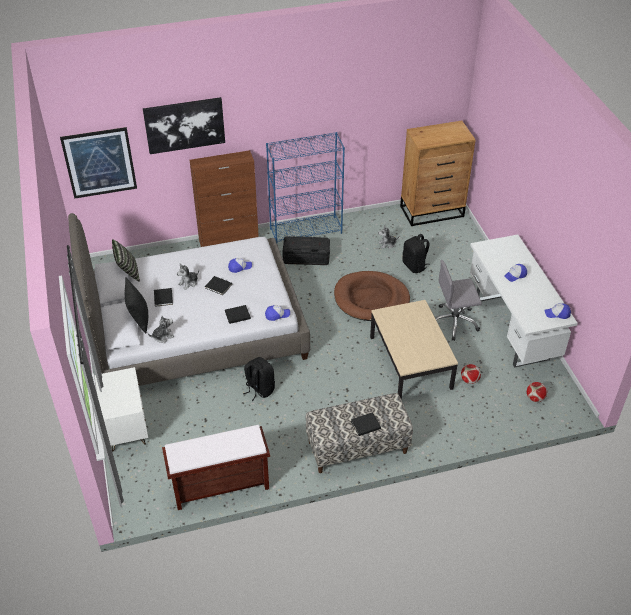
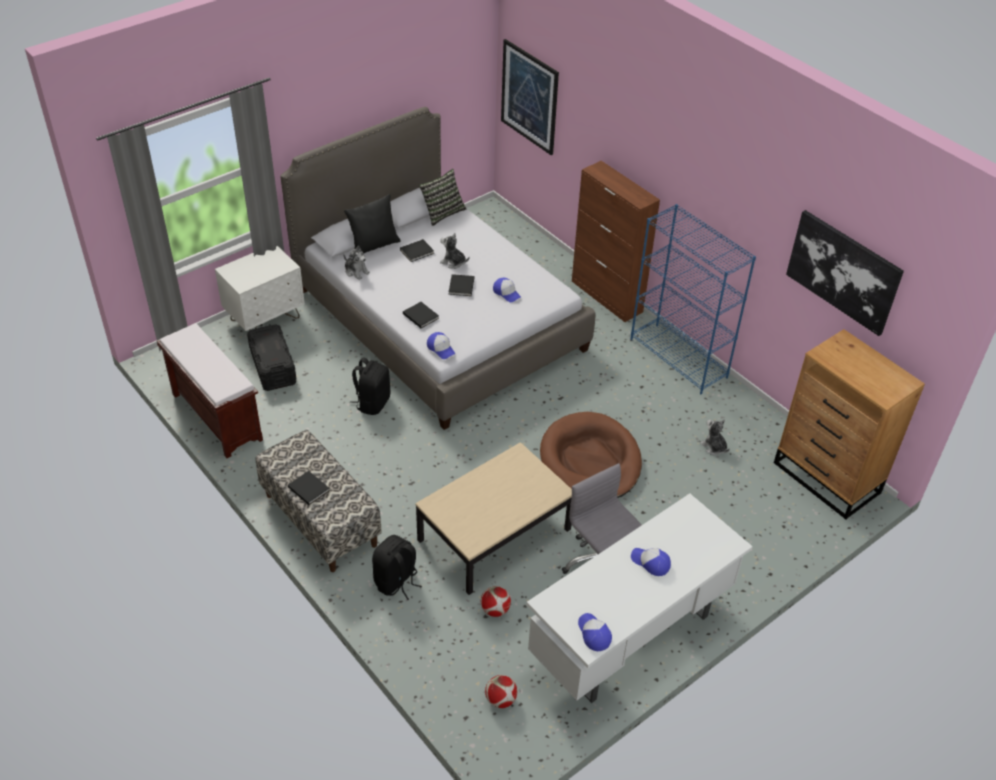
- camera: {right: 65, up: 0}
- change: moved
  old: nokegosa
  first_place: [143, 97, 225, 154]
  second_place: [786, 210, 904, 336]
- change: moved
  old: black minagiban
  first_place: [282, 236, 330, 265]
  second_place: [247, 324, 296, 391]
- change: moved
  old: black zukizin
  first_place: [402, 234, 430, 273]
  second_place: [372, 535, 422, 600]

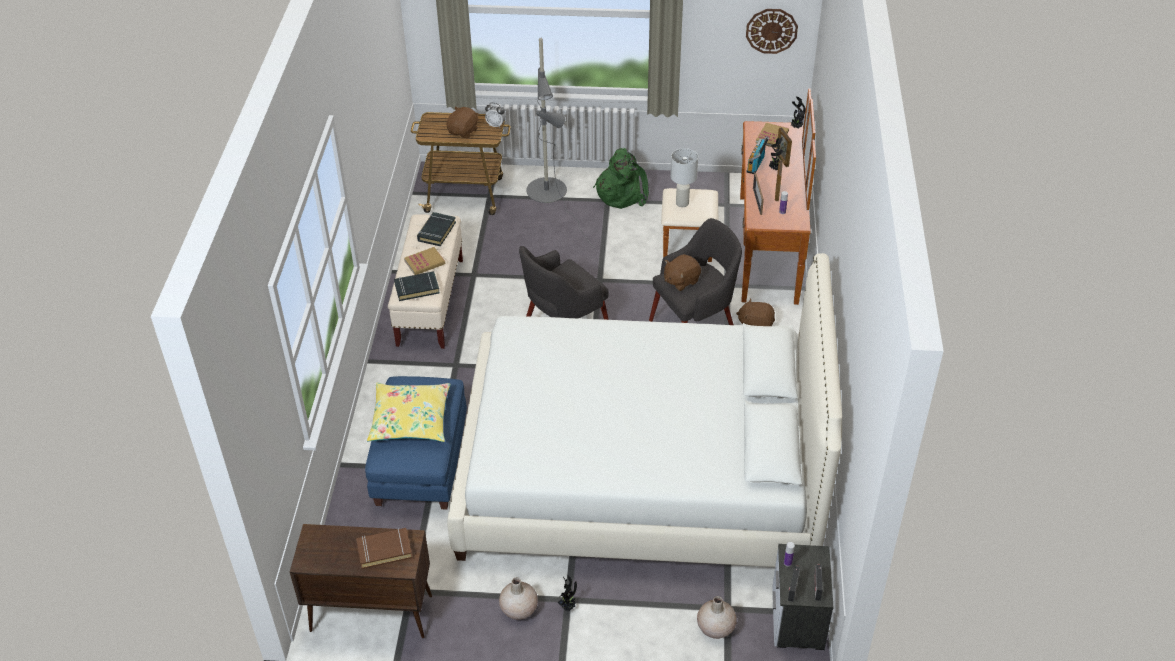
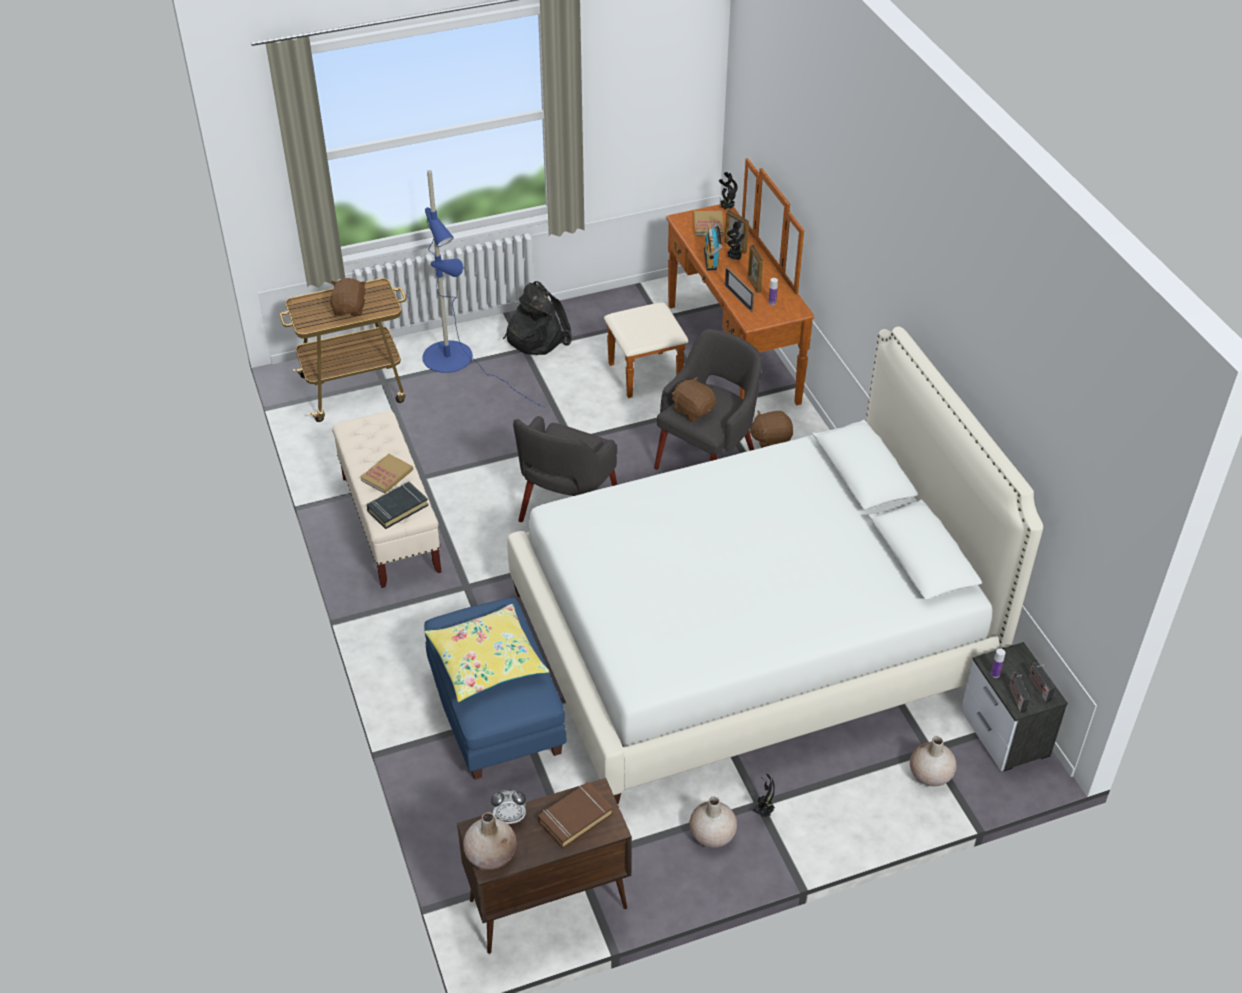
- camera: {right: -25, up: 0}
- change: removed
  old: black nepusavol
  first_place: [417, 212, 456, 246]
- change: removed
  old: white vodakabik
  first_place: [670, 148, 698, 207]
- change: removed
  old: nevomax
  first_place: [746, 9, 798, 54]
- change: added
  new: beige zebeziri
  second_place: [463, 812, 517, 870]
- change: moved
  old: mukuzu
  first_place: [485, 103, 506, 128]
  second_place: [491, 790, 526, 824]
- change: recoloured
  old: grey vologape
  new: blue vologape
  first_place: [526, 38, 595, 249]
  second_place: [423, 170, 545, 408]
- change: recoloured
  old: green zukizin
  new: black zukizin
  first_place: [593, 148, 649, 209]
  second_place: [503, 281, 572, 355]
- change: turned
  old: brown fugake
  first_place: [664, 254, 701, 291]
  second_place: [672, 377, 716, 422]
  degrees: 105

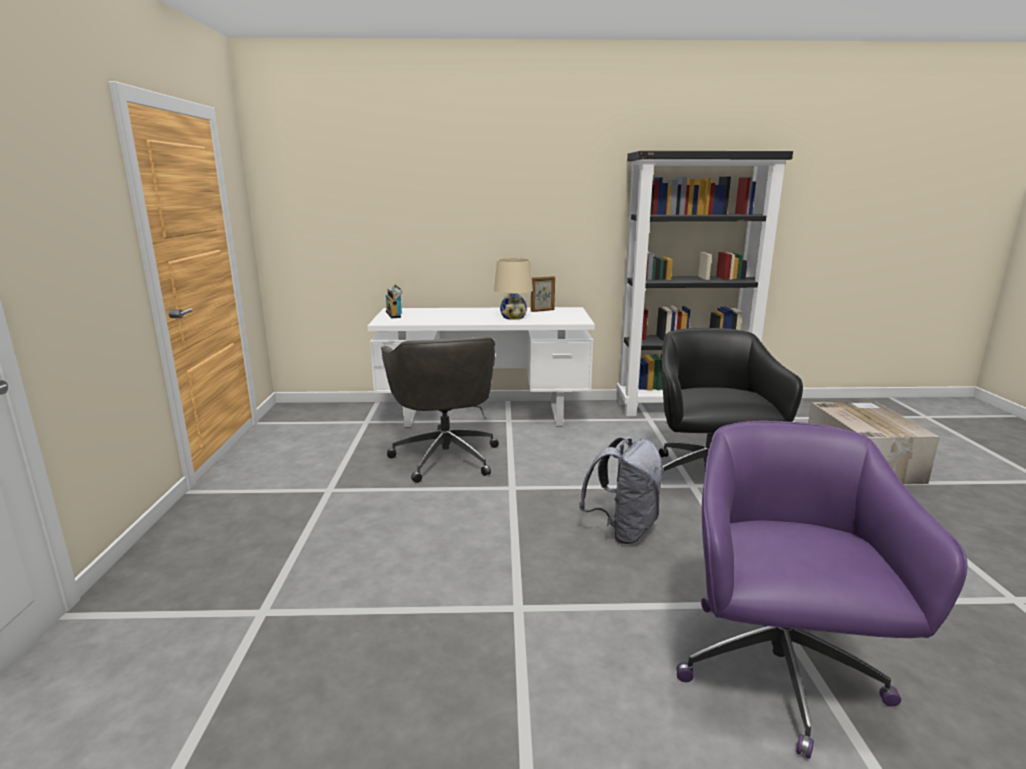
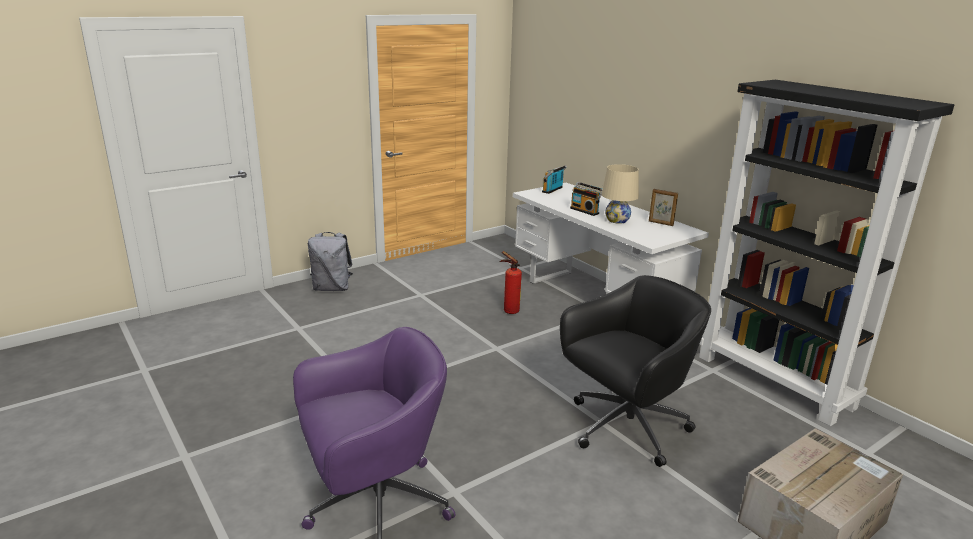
- camera: {right: 55, up: 5}
- change: added
  new: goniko
  second_place: [570, 182, 602, 216]
- change: moved
  old: grey zukizin
  first_place: [579, 437, 664, 544]
  second_place: [308, 232, 353, 291]
- change: replaced
  old: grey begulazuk
  new: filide
  first_place: [381, 336, 499, 483]
  second_place: [500, 251, 522, 314]

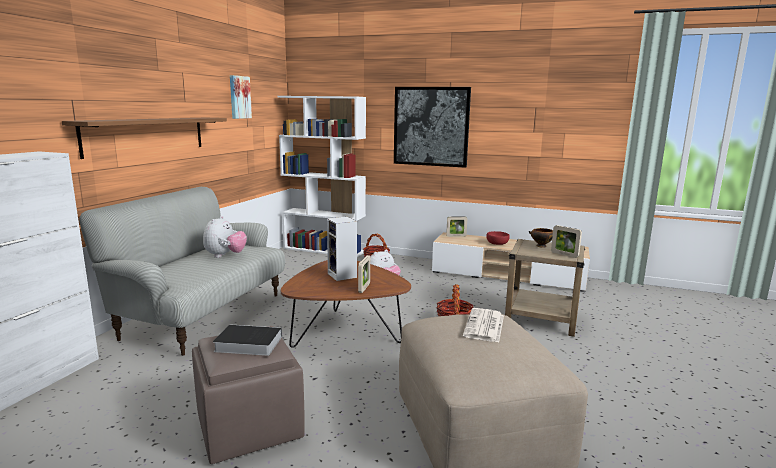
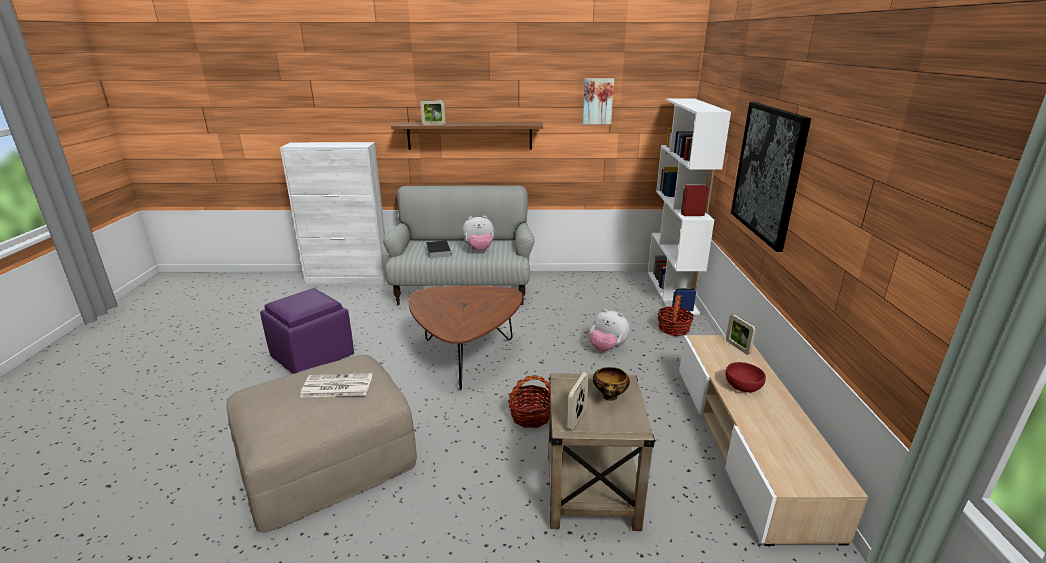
- camera: {right: 70, up: 10}
- change: removed
  old: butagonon
  first_place: [327, 217, 357, 281]
- change: moved
  old: nepusavol
  first_place: [213, 324, 282, 356]
  second_place: [426, 240, 452, 258]
- change: moved
  old: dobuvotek
  first_place: [358, 255, 370, 293]
  second_place: [420, 100, 446, 125]
- change: recoloured
  old: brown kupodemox
  new: purple kupodemox
  first_place: [192, 326, 305, 464]
  second_place: [260, 288, 354, 374]

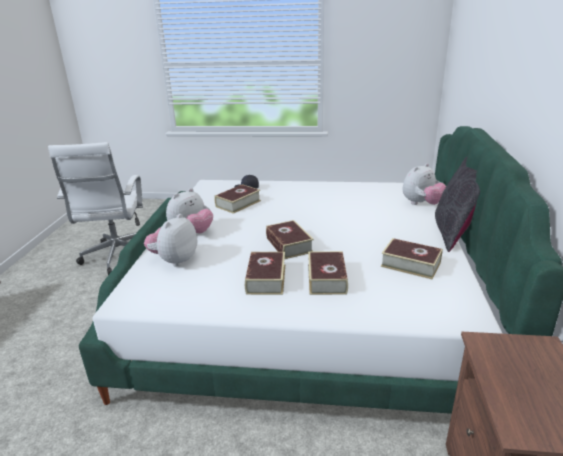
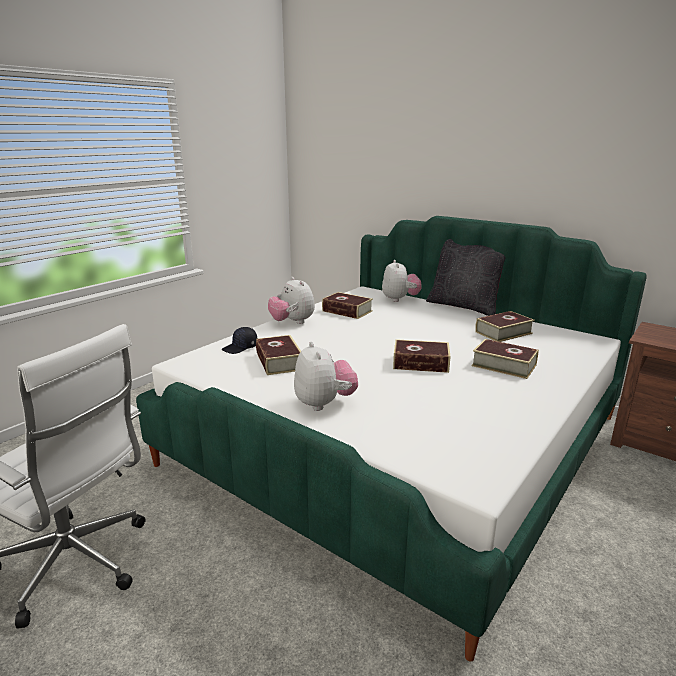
- camera: {right: -60, up: -5}
- change: moved
  old: fugake
  first_place: [144, 214, 197, 267]
  second_place: [268, 277, 315, 324]
- change: moved
  old: nepusavol
  first_place: [245, 252, 285, 295]
  second_place: [322, 292, 373, 319]

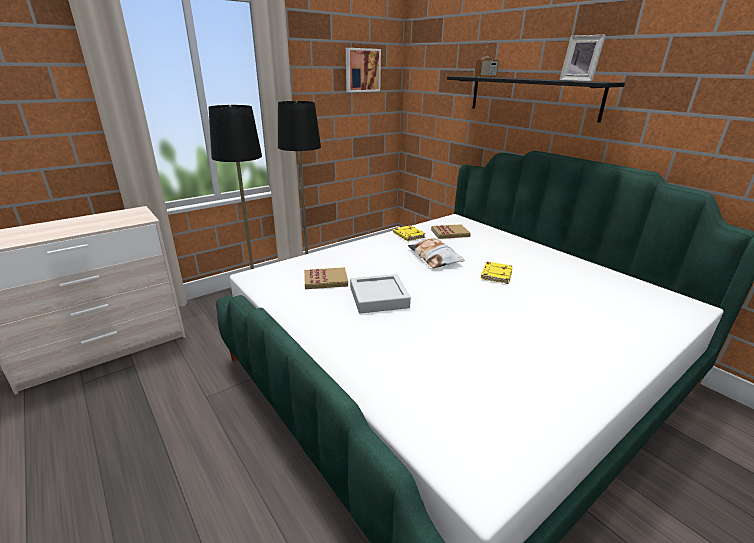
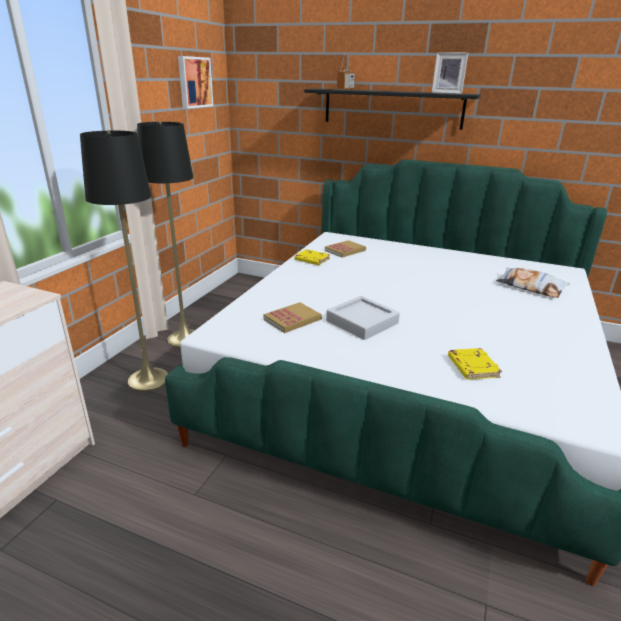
- camera: {right: -30, up: 0}
- change: moved
  old: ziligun
  first_place: [408, 238, 465, 268]
  second_place: [496, 268, 570, 298]
- change: moved
  old: yellow nepusavol
  first_place: [481, 262, 512, 284]
  second_place: [448, 348, 502, 380]

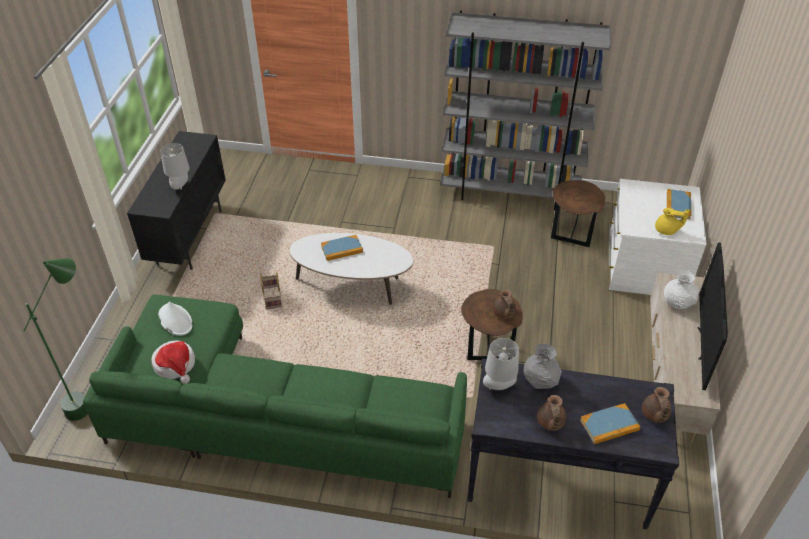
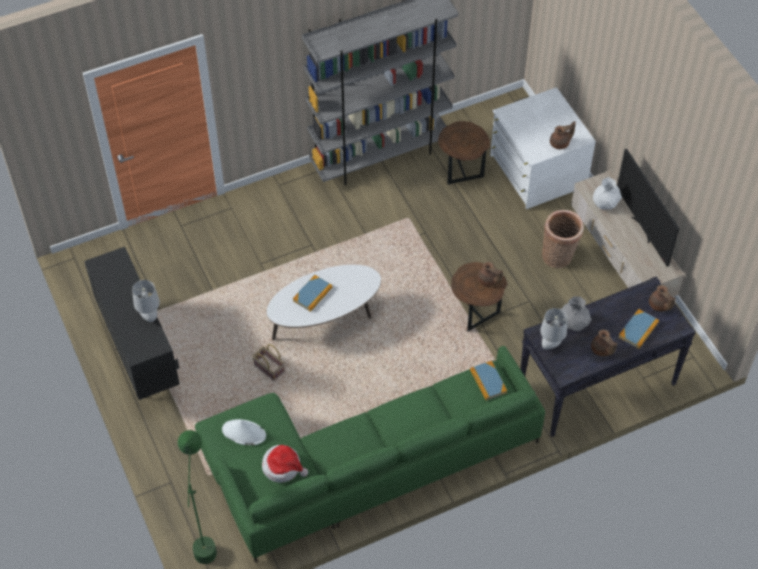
- camera: {right: -35, up: 10}
- change: added
  new: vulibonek
  second_place: [542, 210, 584, 268]
- change: moved
  old: nepusavol
  first_place: [667, 189, 691, 219]
  second_place: [470, 361, 507, 400]
- change: recoloured
  old: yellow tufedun
  new: brown tufedun
  first_place: [655, 208, 690, 235]
  second_place: [550, 121, 576, 149]

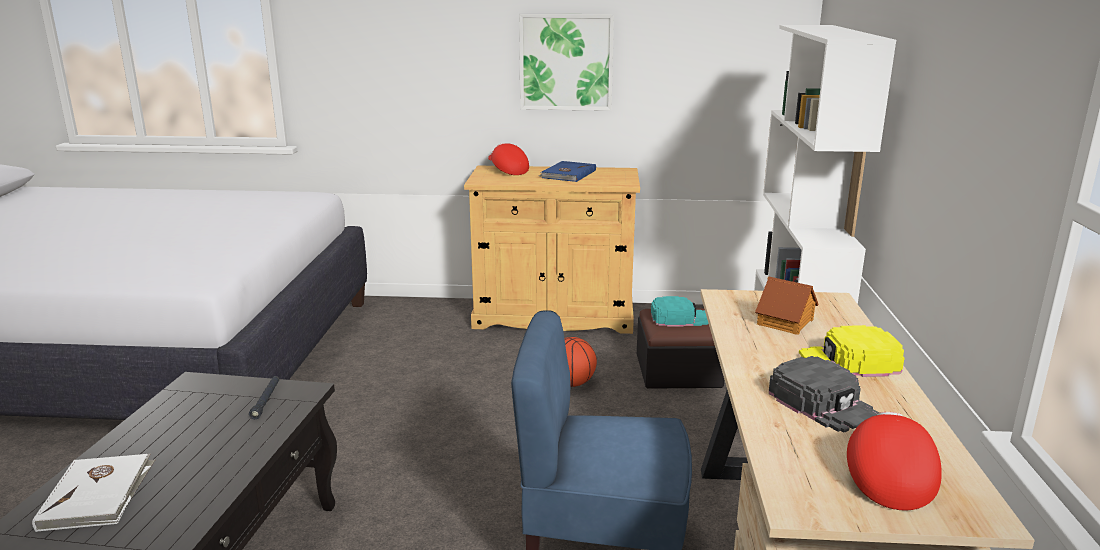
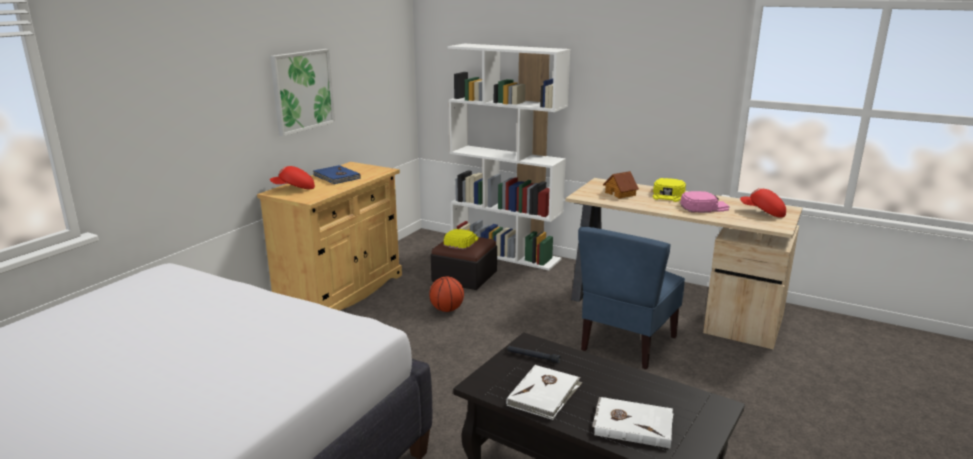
- camera: {right: -65, up: 0}
- change: added
  new: white nepusavol
  second_place: [506, 365, 583, 420]
- change: recoloured
  old: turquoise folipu
  new: yellow folipu
  first_place: [651, 296, 709, 327]
  second_place: [444, 229, 479, 250]
- change: recoloured
  old: black folipu
  new: pink folipu
  first_place: [769, 356, 879, 433]
  second_place: [680, 191, 730, 213]

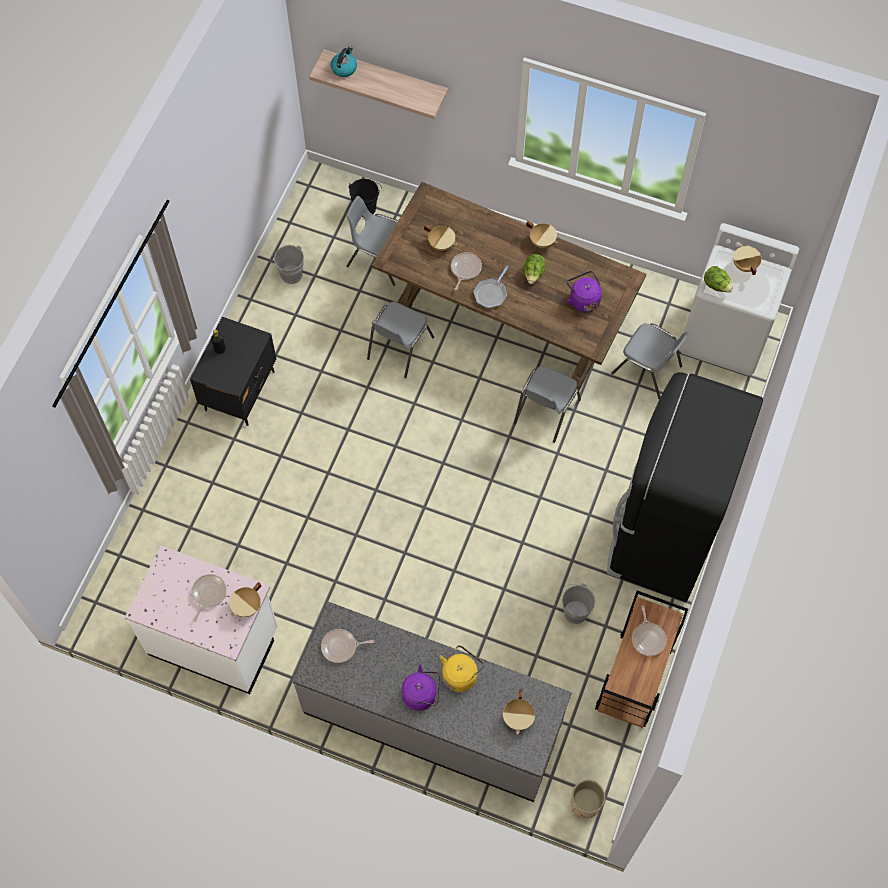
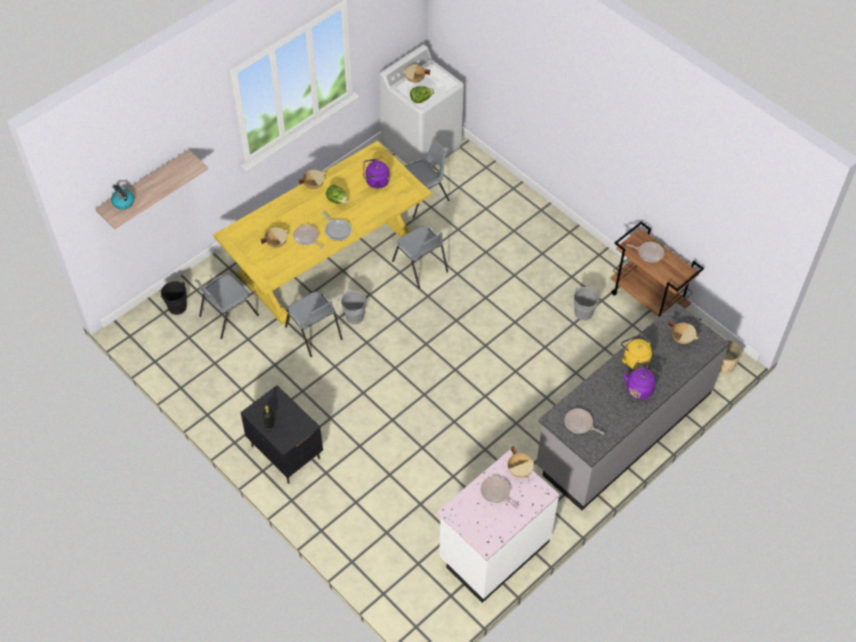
- camera: {right: -65, up: -10}
- change: removed
  old: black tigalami
  first_place: [607, 372, 763, 602]
- change: moved
  old: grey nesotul
  first_place: [270, 245, 304, 284]
  second_place: [337, 289, 367, 324]
- change: recoloured
  old: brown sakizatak
  new: yellow sakizatak
  first_place: [372, 182, 646, 390]
  second_place: [213, 141, 432, 325]
- change: turned
  old: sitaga
  first_place: [321, 629, 374, 663]
  second_place: [564, 408, 604, 435]
  degrees: 105

